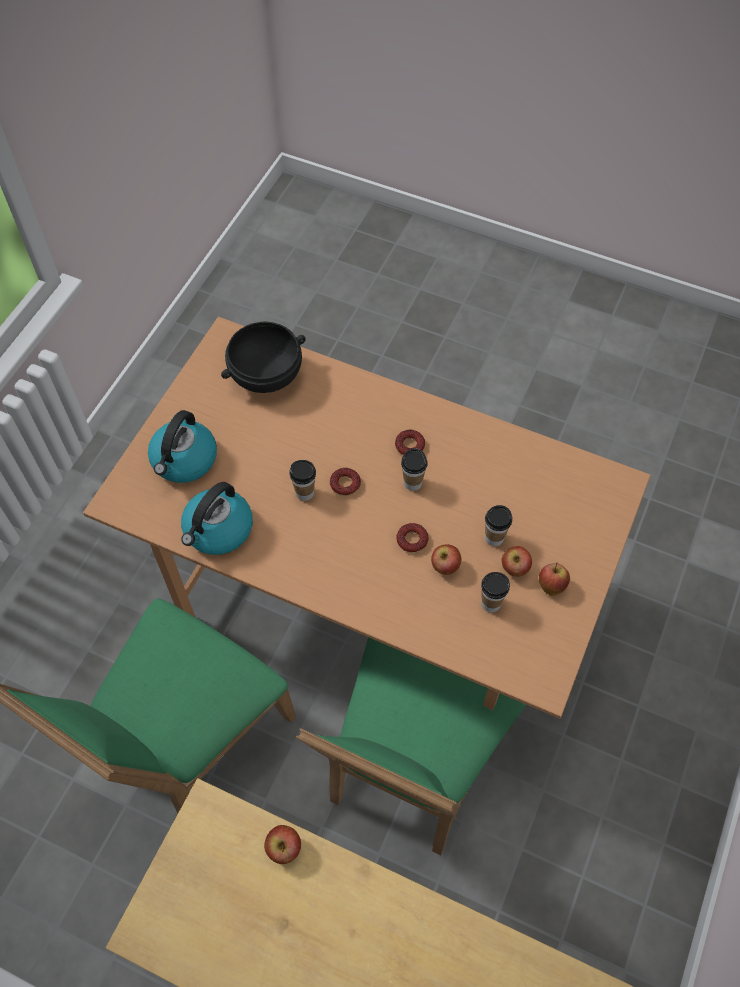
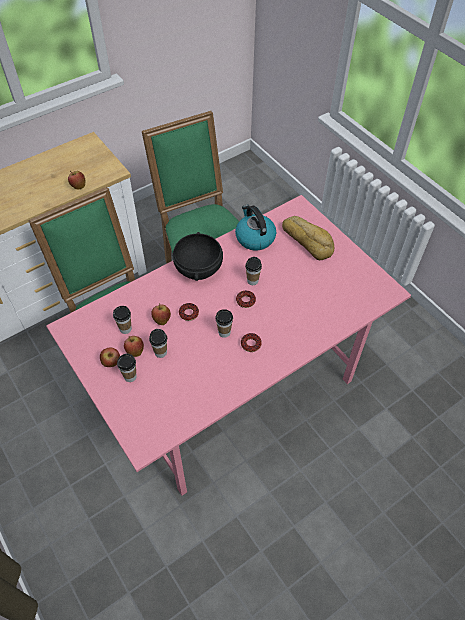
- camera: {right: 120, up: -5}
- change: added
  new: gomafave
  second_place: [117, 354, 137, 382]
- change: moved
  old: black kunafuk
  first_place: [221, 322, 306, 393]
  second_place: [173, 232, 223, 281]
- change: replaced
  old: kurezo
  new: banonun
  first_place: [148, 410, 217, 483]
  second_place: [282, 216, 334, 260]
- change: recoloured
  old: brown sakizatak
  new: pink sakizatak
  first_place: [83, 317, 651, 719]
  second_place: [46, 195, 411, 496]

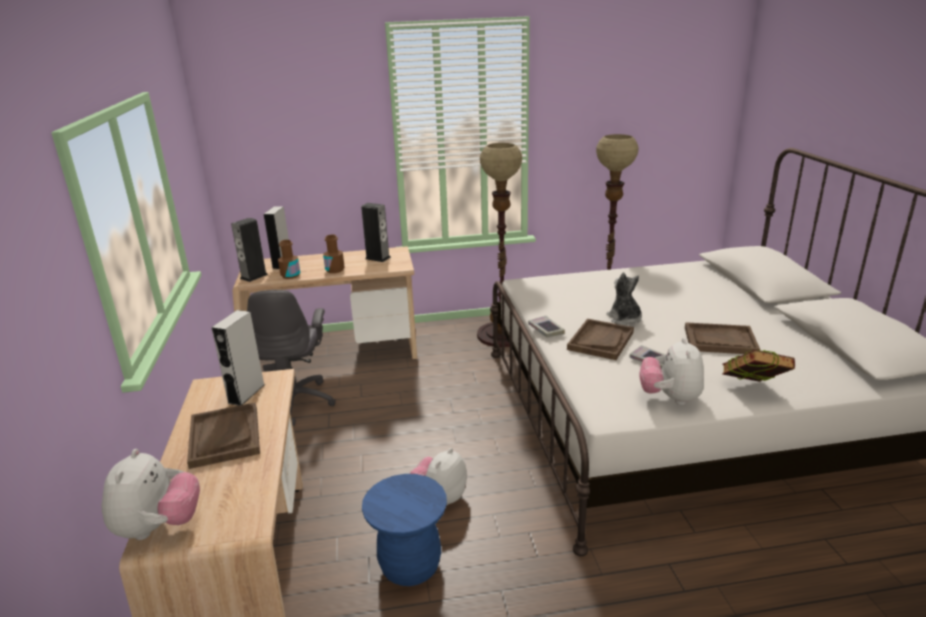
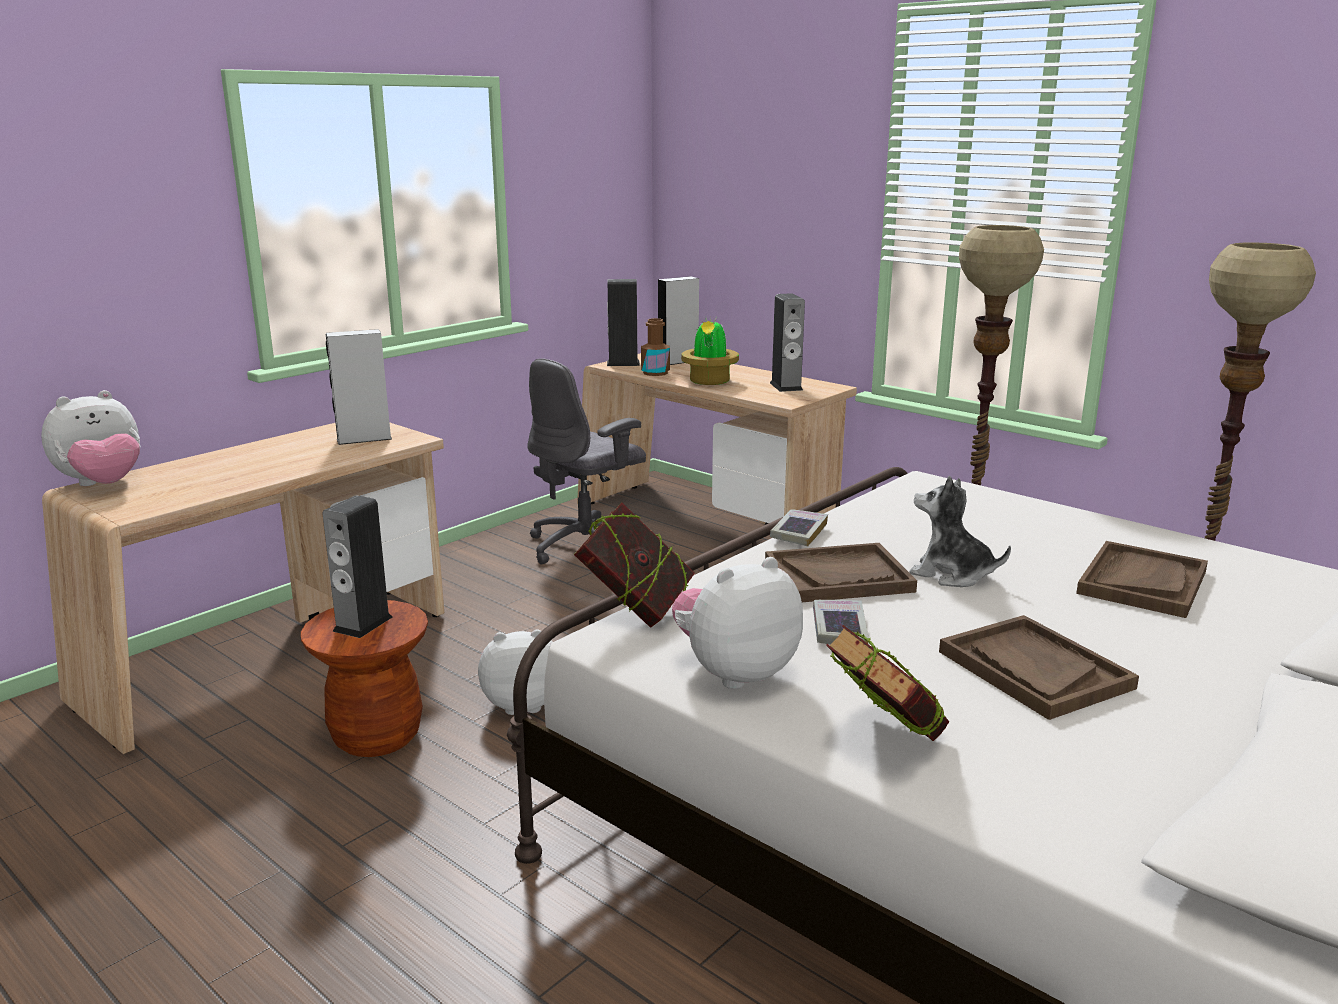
- camera: {right: 50, up: -5}
- change: added
  new: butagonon
  second_place: [322, 495, 392, 638]
- change: added
  new: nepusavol
  second_place: [574, 502, 695, 628]
- change: moved
  old: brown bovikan
  first_place: [187, 402, 260, 469]
  second_place: [1076, 541, 1208, 618]
- change: replaced
  old: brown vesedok
  new: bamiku
  first_place: [323, 235, 344, 273]
  second_place: [681, 318, 739, 385]
- change: recoloured
  old: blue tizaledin
  new: brown tizaledin
  first_place: [362, 474, 447, 586]
  second_place: [301, 600, 428, 757]
- change: turned
  old: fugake
  first_place: [606, 272, 642, 325]
  second_place: [909, 476, 1011, 587]
  degrees: -90

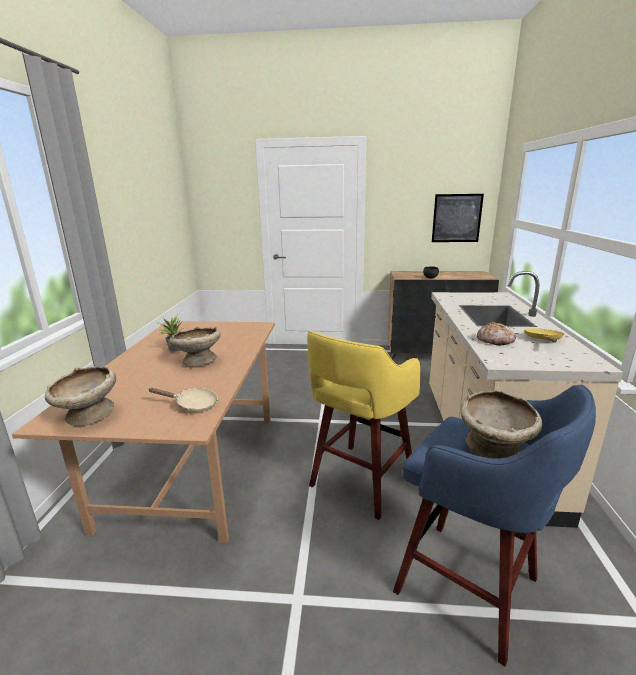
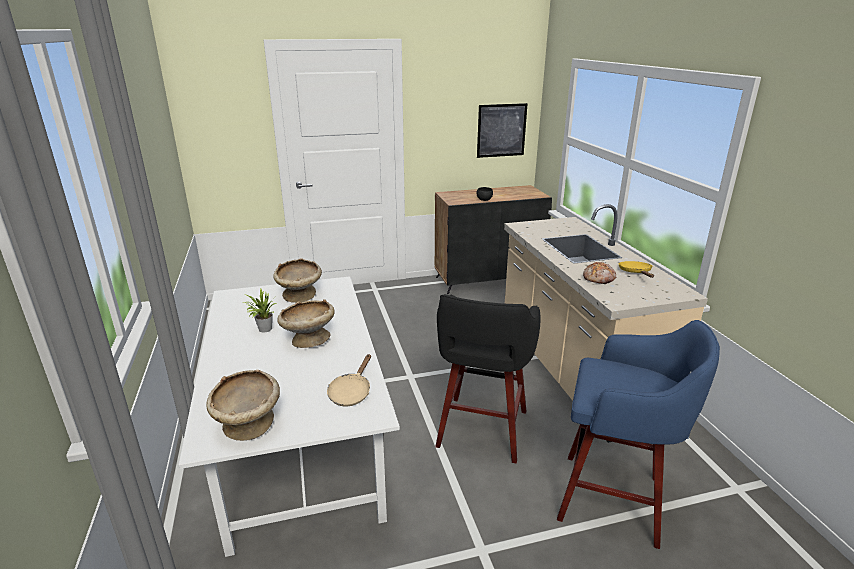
- camera: {right: -20, up: 5}
- change: moved
  old: beige kunafuk
  first_place: [461, 390, 543, 459]
  second_place: [273, 258, 322, 303]
- change: recoloured
  old: brown sakizatak
  new: white sakizatak
  first_place: [12, 321, 275, 543]
  second_place: [179, 276, 400, 557]
- change: recoloured
  old: yellow tizaledin
  new: black tizaledin
  first_place: [307, 331, 421, 520]
  second_place: [435, 294, 541, 463]
- change: turned
  old: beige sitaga
  first_place: [148, 388, 218, 412]
  second_place: [327, 354, 371, 406]
  degrees: 120

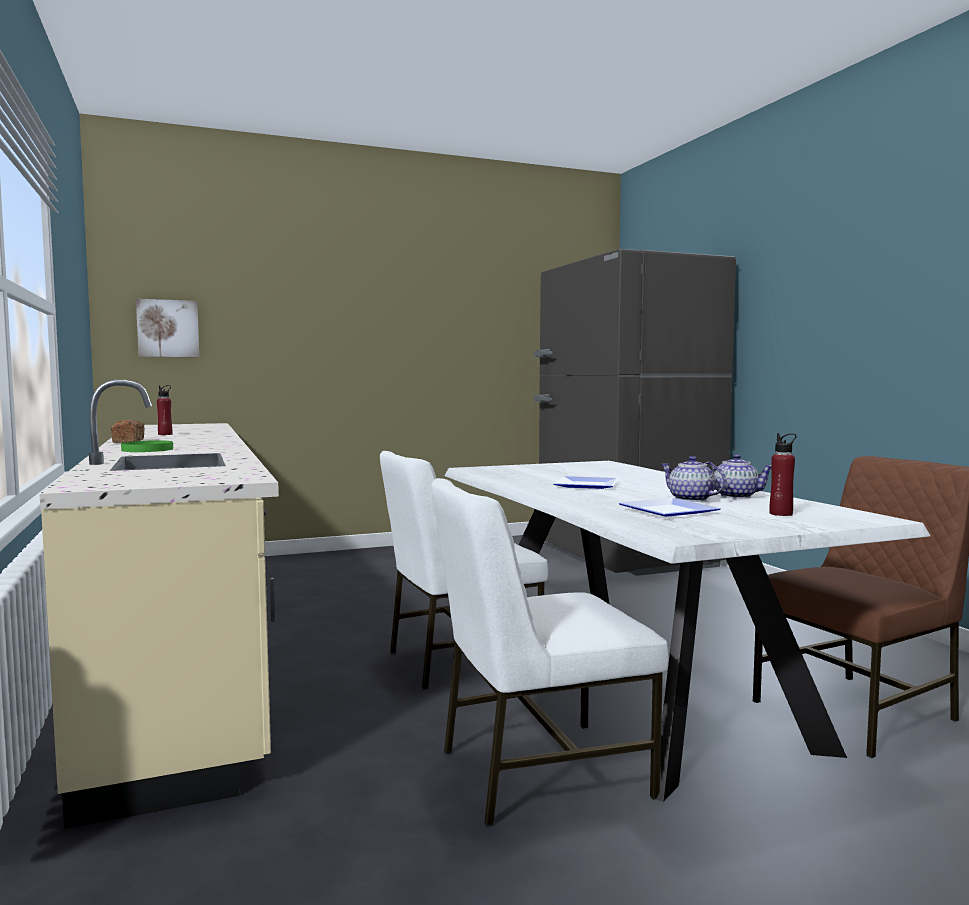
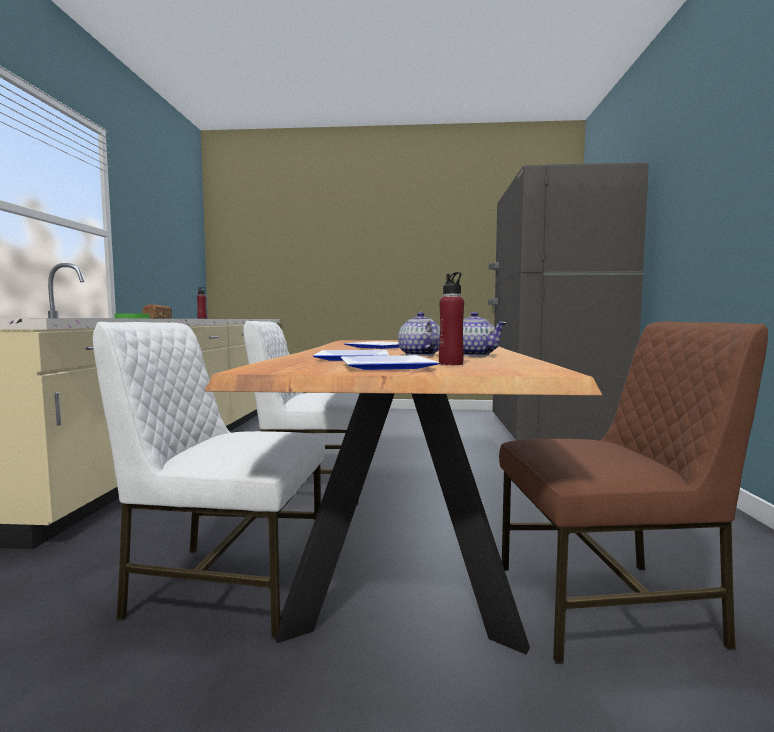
- camera: {right: 25, up: 0}
- change: removed
  old: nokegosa
  first_place: [136, 299, 199, 357]
- change: added
  new: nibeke
  second_place: [341, 355, 439, 370]
- change: recoloured
  old: white sakizatak
  new: brown sakizatak
  first_place: [444, 461, 931, 802]
  second_place: [204, 340, 602, 654]

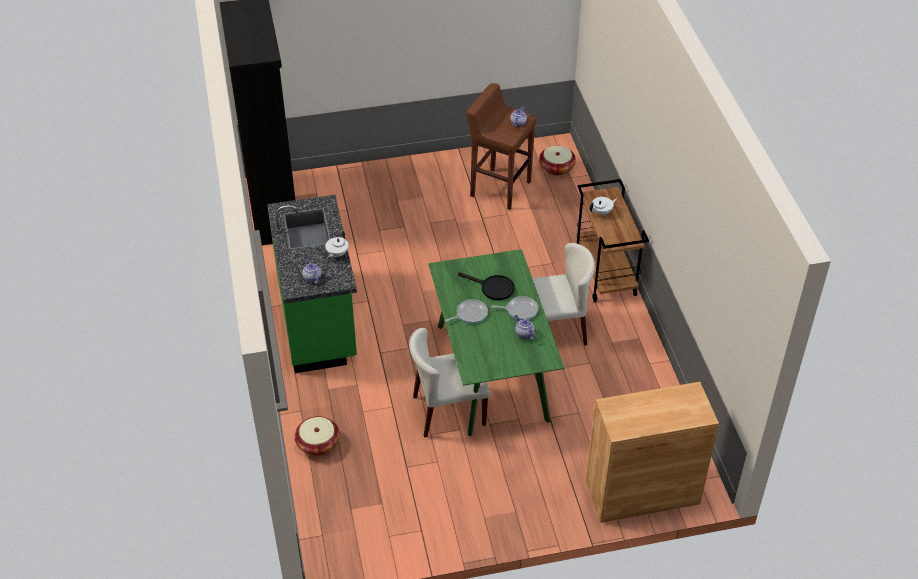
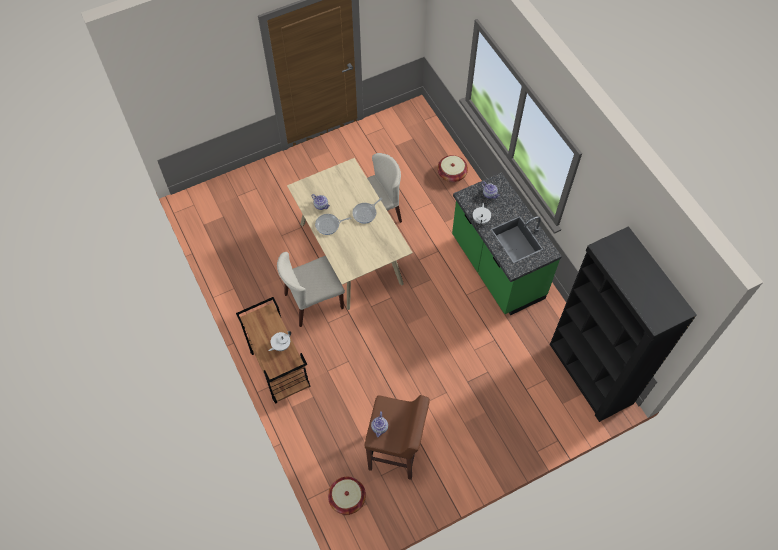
- camera: {right: 165, up: 15}
- change: removed
  old: black sitaga
  first_place: [458, 272, 514, 300]
- change: removed
  old: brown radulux
  first_place: [586, 382, 719, 523]
- change: recoloured
  old: green sakizatak
  new: beige sakizatak
  first_place: [428, 249, 565, 436]
  second_place: [287, 158, 413, 310]

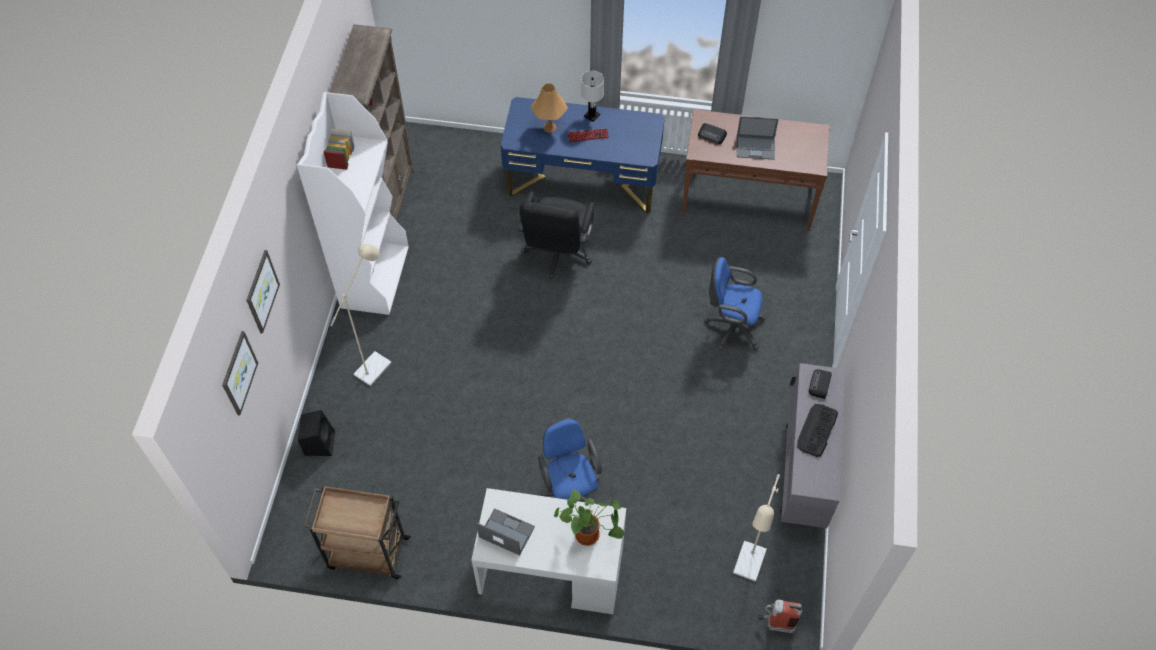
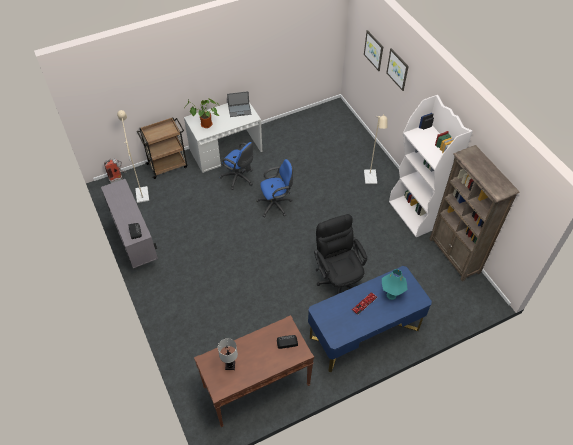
- camera: {right: 145, up: -5}
- change: removed
  old: black butagonon
  first_place: [298, 410, 335, 456]
- change: removed
  old: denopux
  first_place: [736, 116, 779, 160]
- change: removed
  old: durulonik
  first_place: [797, 404, 838, 457]
- change: moved
  old: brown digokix
  first_place: [304, 485, 411, 579]
  second_place: [137, 117, 187, 179]
- change: moved
  old: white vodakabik
  first_place: [581, 71, 604, 122]
  second_place: [218, 338, 238, 370]
- change: moved
  old: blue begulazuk
  first_place: [704, 257, 765, 350]
  second_place: [257, 159, 293, 217]
- change: recoloured
  old: orange vodakabik
  new: turquoise vodakabik
  first_place: [531, 83, 568, 133]
  second_place: [382, 269, 407, 300]

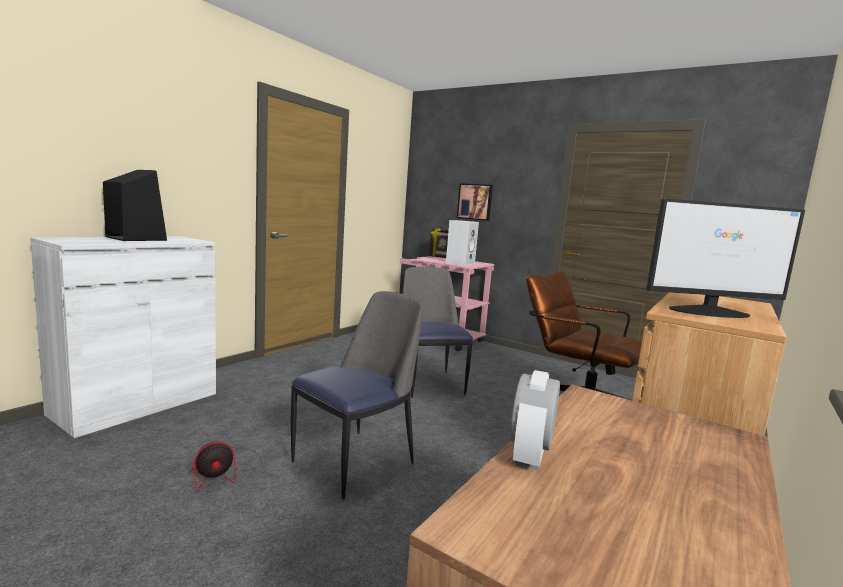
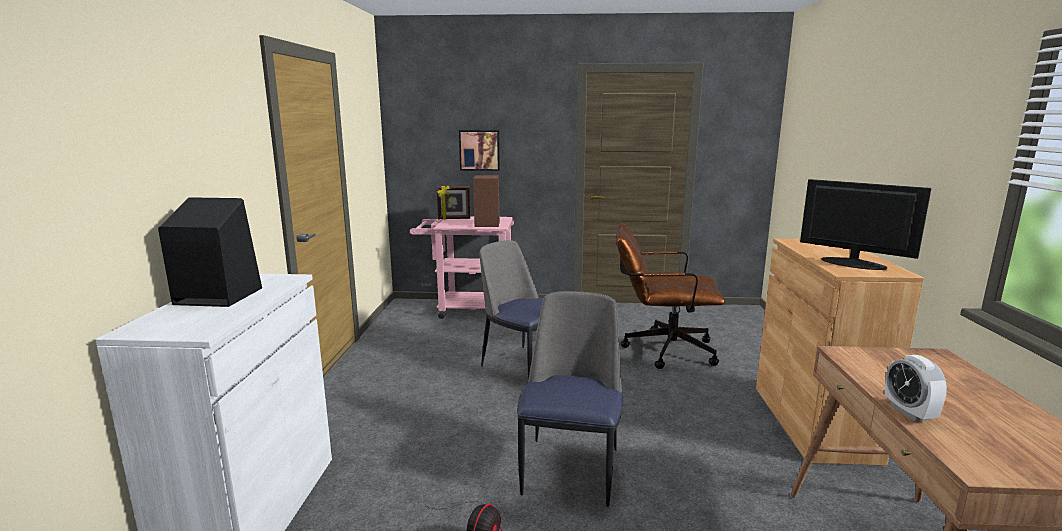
- camera: {right: -30, up: 5}
- change: recoloured
  old: white butagonon
  new: brown butagonon
  first_place: [446, 220, 479, 266]
  second_place: [473, 175, 500, 227]
- change: turned
  old: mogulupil
  first_place: [646, 198, 805, 318]
  second_place: [800, 179, 932, 270]
  degrees: -105

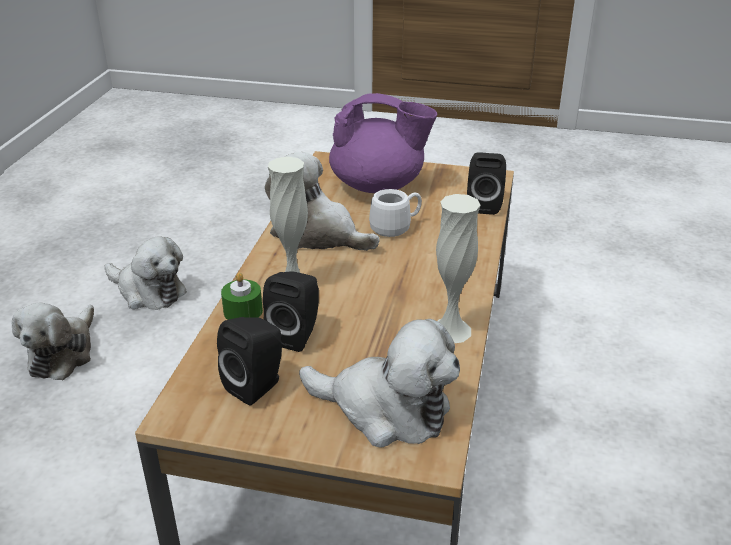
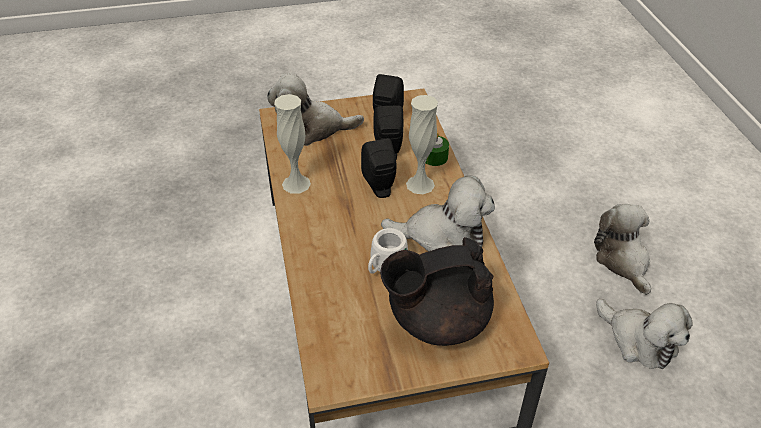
- camera: {right: 155, up: 10}
- change: moved
  old: black butagonon
  first_place: [467, 152, 506, 215]
  second_place: [361, 138, 396, 198]
- change: recoloured
  old: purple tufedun
  new: black tufedun
  first_place: [329, 93, 437, 193]
  second_place: [380, 237, 494, 346]
- change: turned
  old: fugake
  first_place: [104, 236, 187, 310]
  second_place: [596, 299, 692, 369]
  degrees: -135

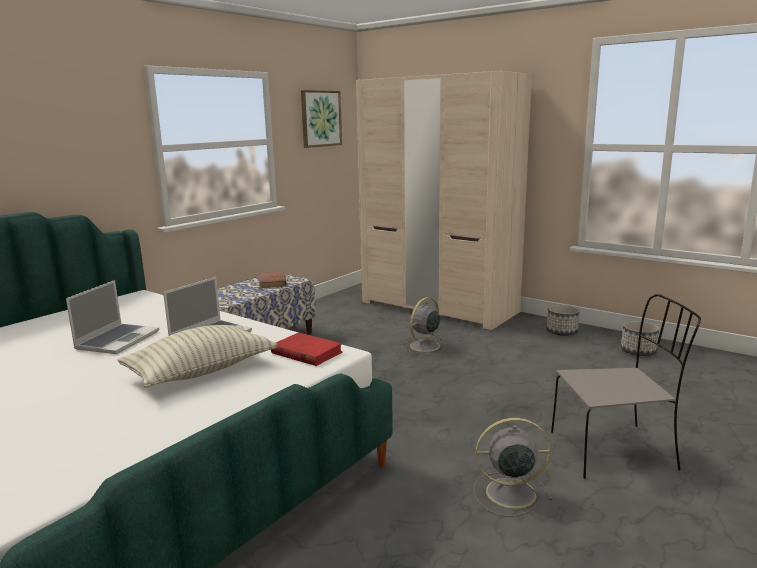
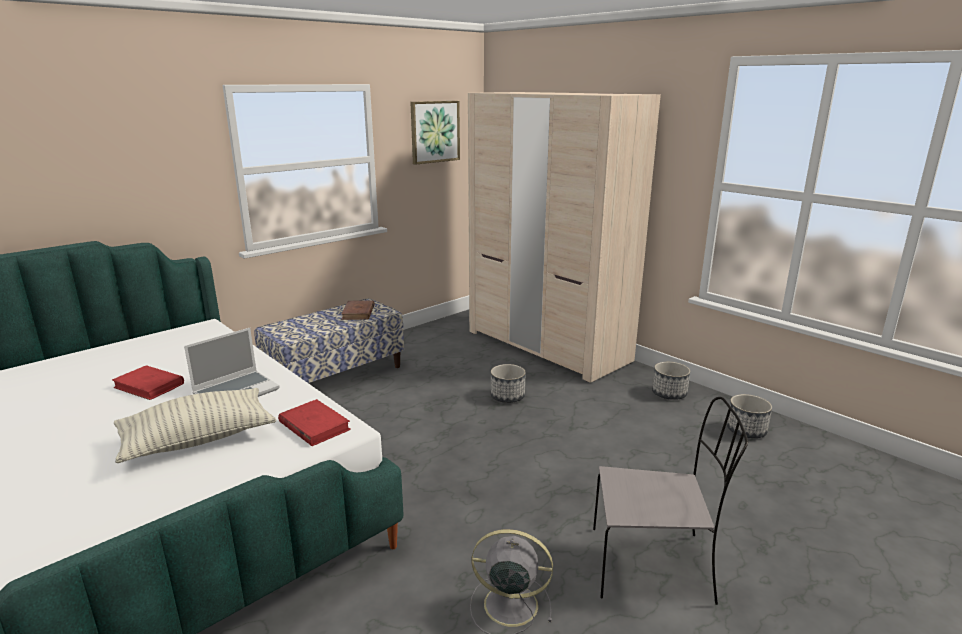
- camera: {right: 10, up: 5}
- change: replaced
  old: denopux
  new: red nepusavol
  first_place: [66, 280, 159, 354]
  second_place: [112, 365, 184, 400]
- change: replaced
  old: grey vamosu
  new: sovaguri
  first_place: [403, 297, 445, 356]
  second_place: [491, 364, 526, 403]

